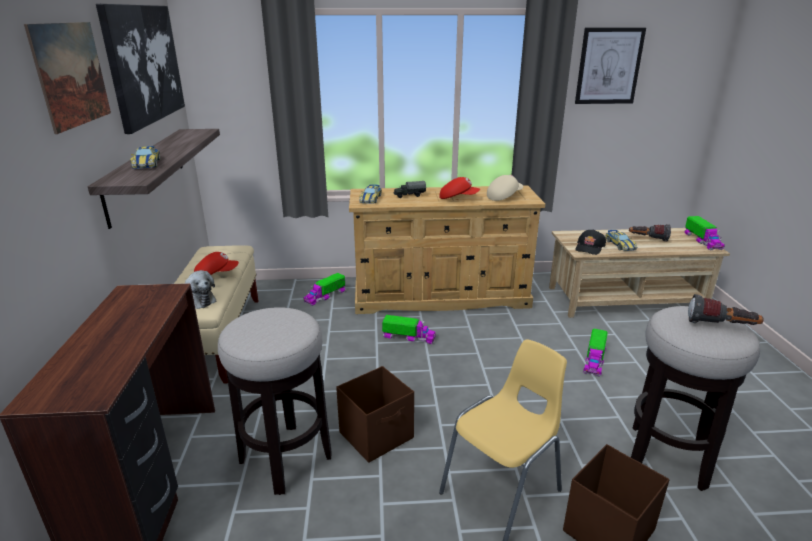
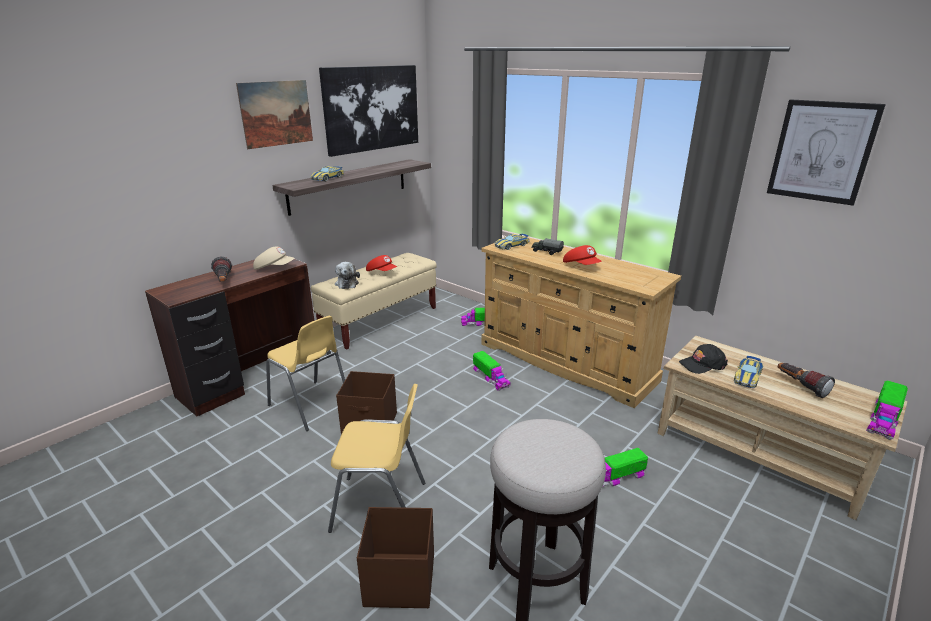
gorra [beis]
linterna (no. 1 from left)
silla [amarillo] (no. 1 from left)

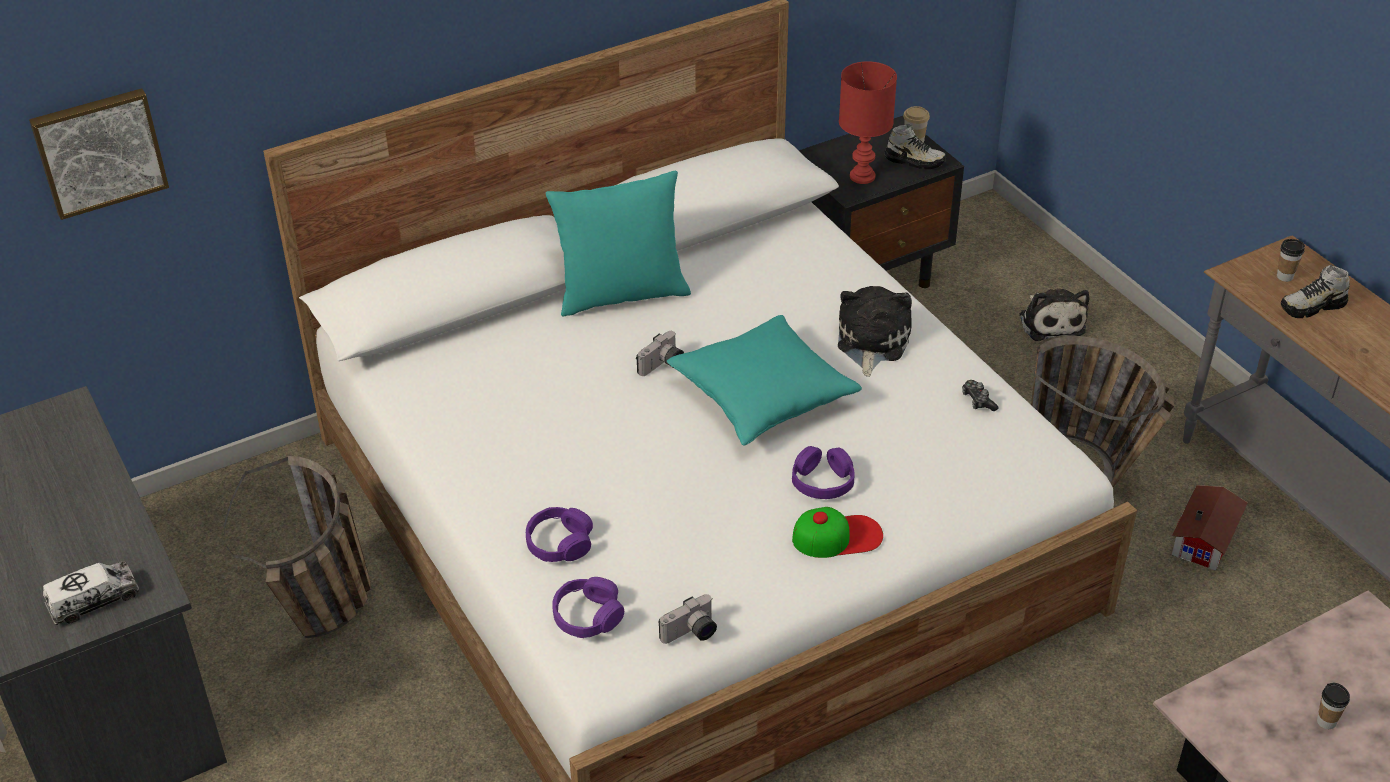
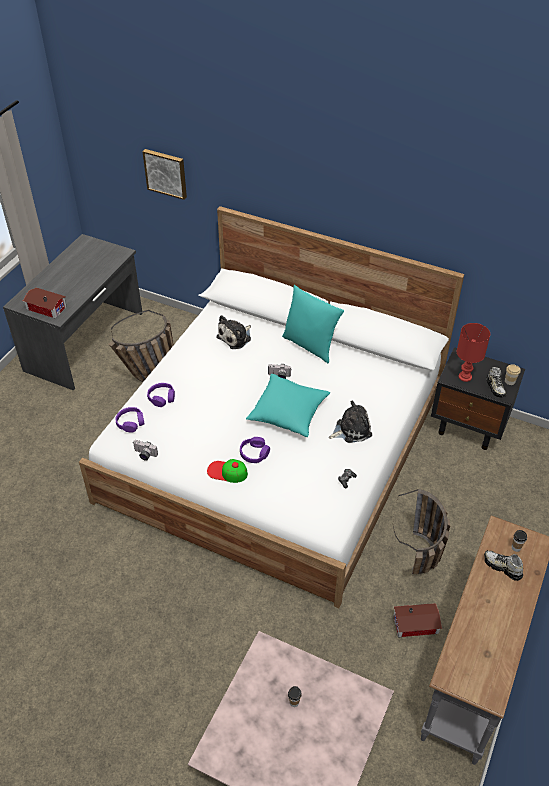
peluche (no. 1 from left)
casita (no. 1 from left)
gorra

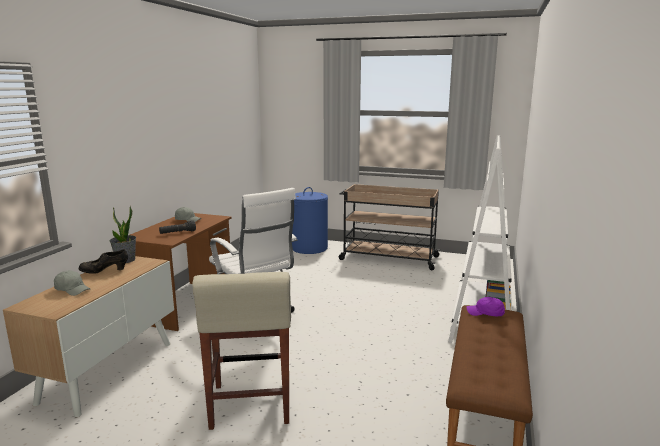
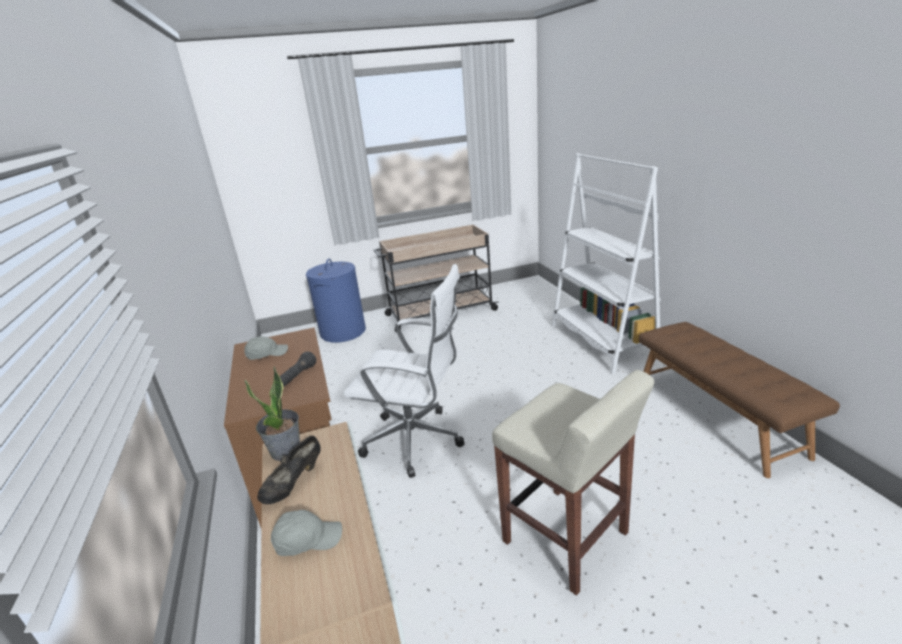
gorra [morado]

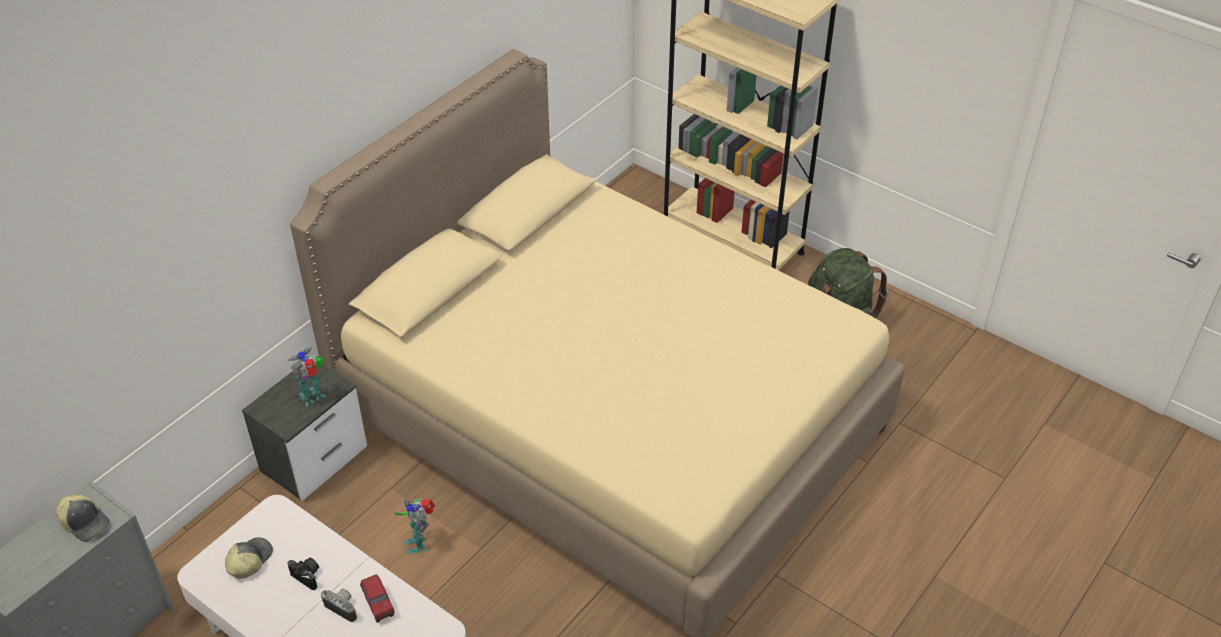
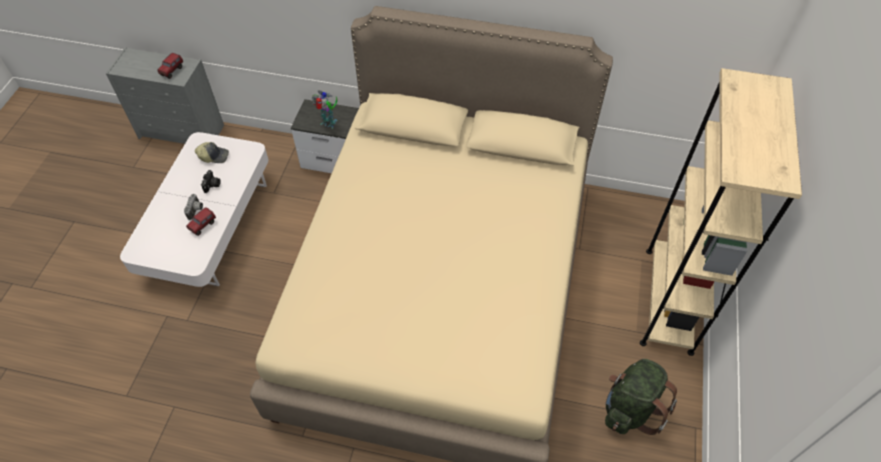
robot de juguete (no. 2 from left in the first image)
camión de juguete (no. 1 from left)

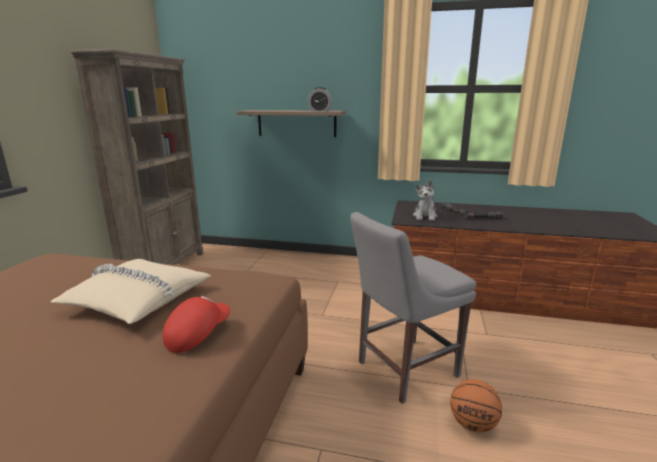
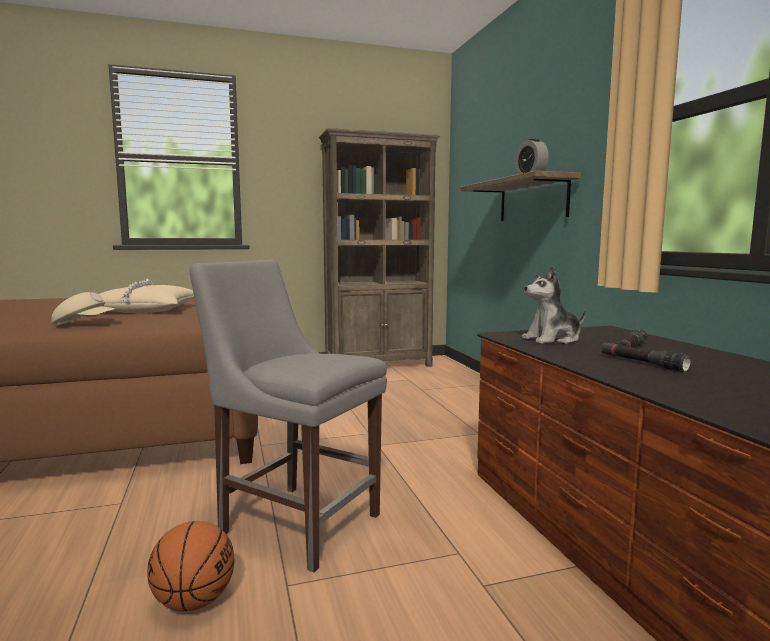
gorra [beis]

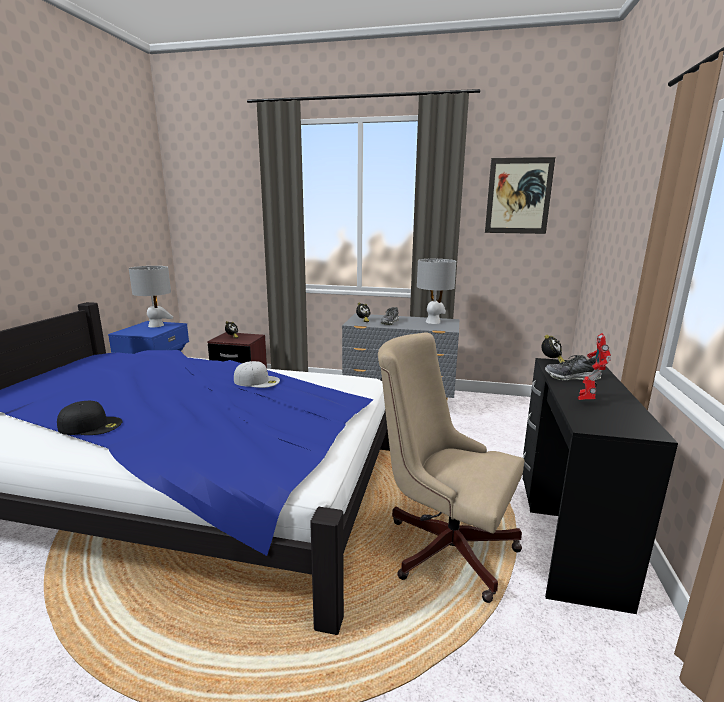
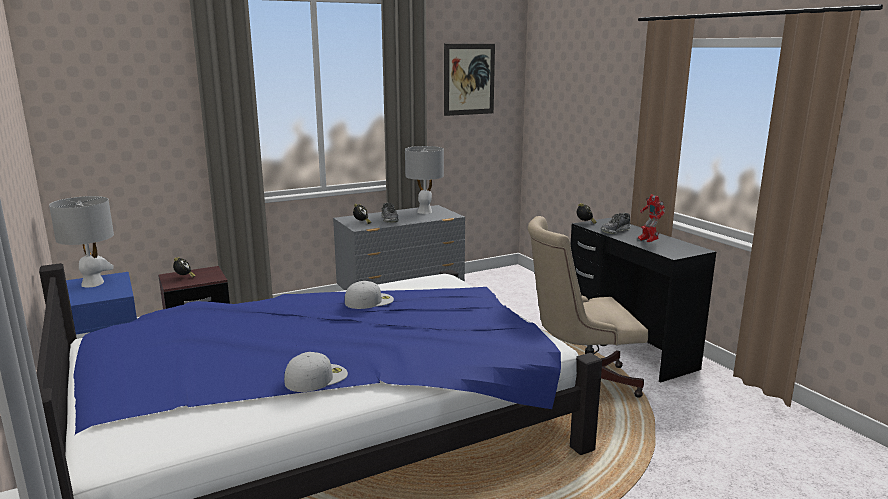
gorra [blanco] (no. 1 from left)

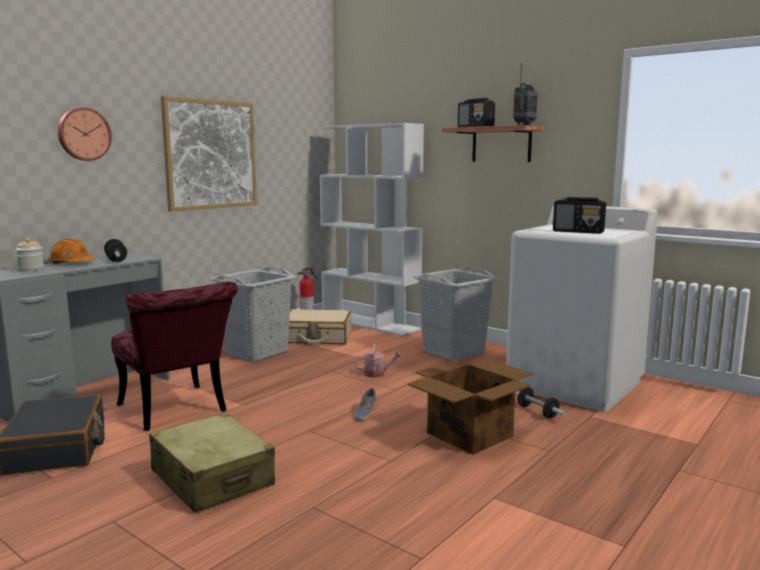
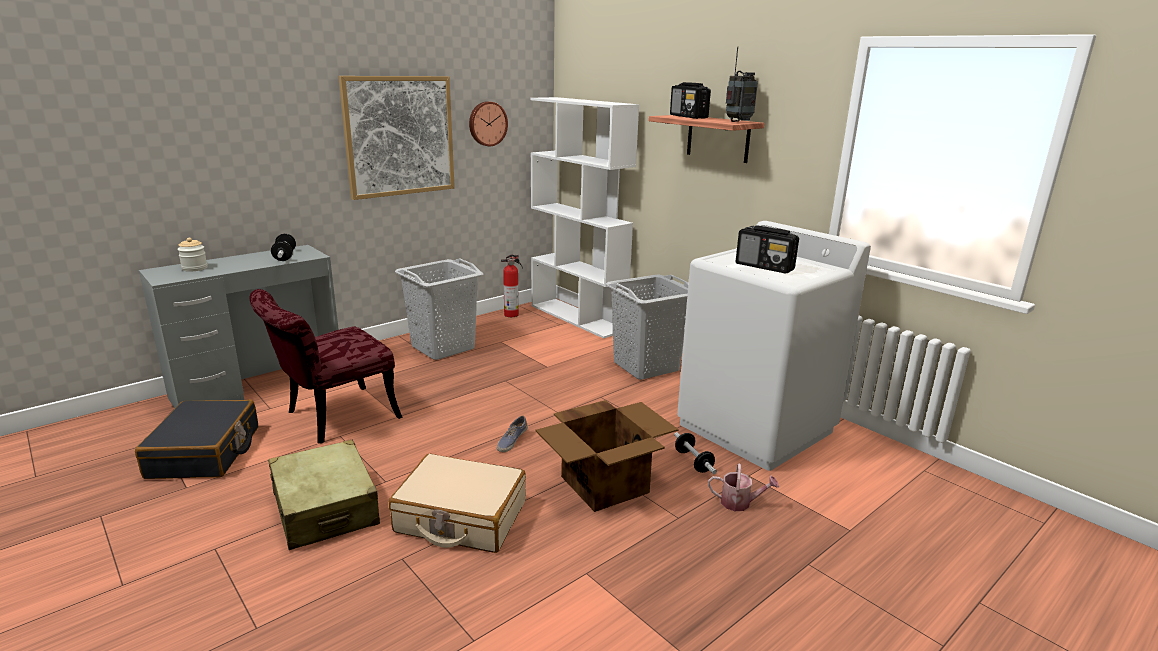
casco [naranja]
reloj de pared
maleta [beis] (no. 2 from left)
regadera
silla [rojo]

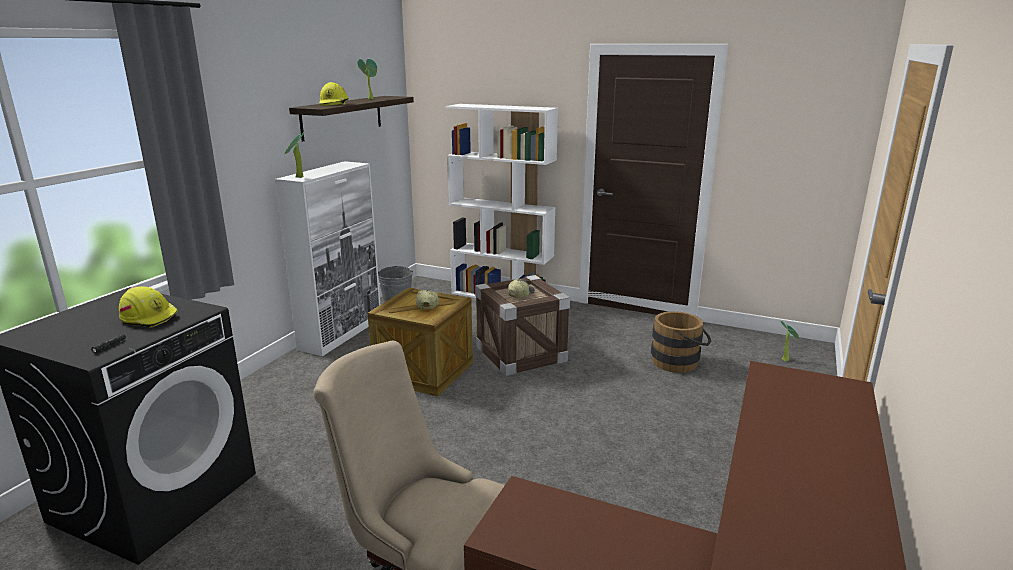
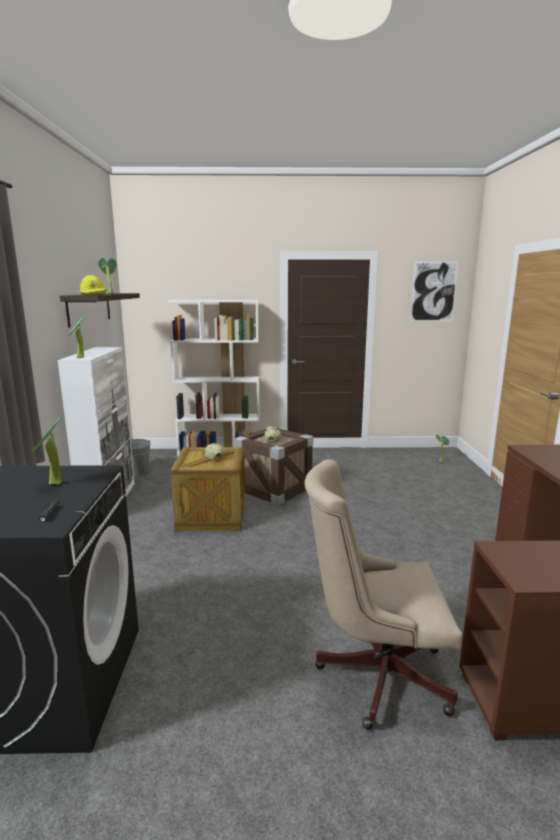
cubo [marrón]
cuadro
planta en maceta (no. 1 from left)

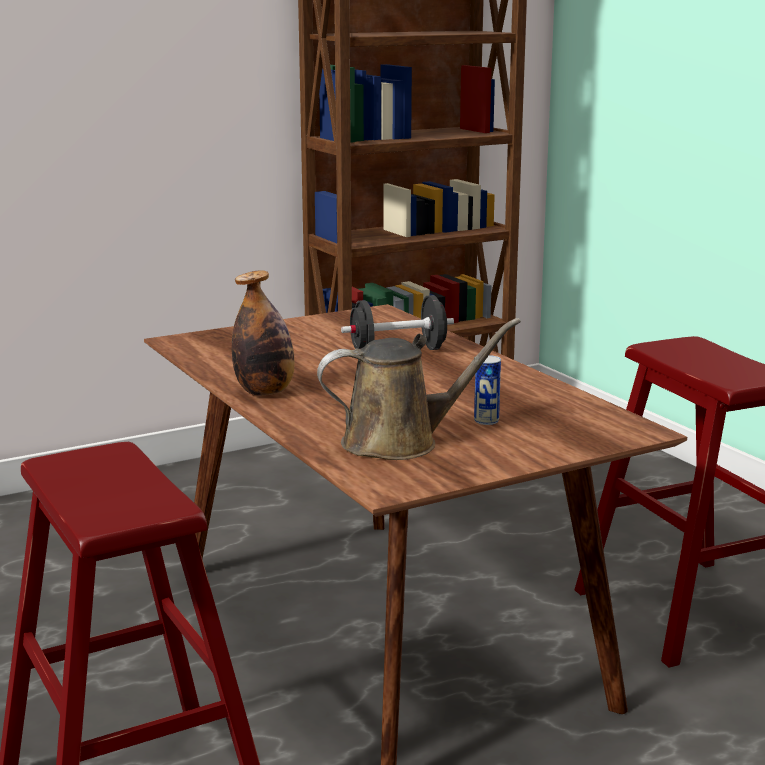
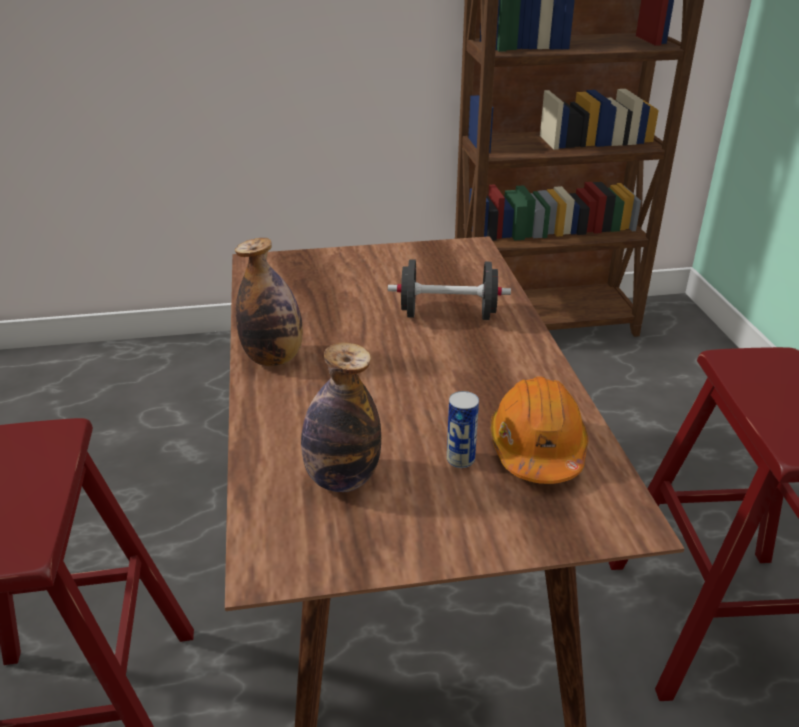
casco [naranja]
botella (no. 2 from left)

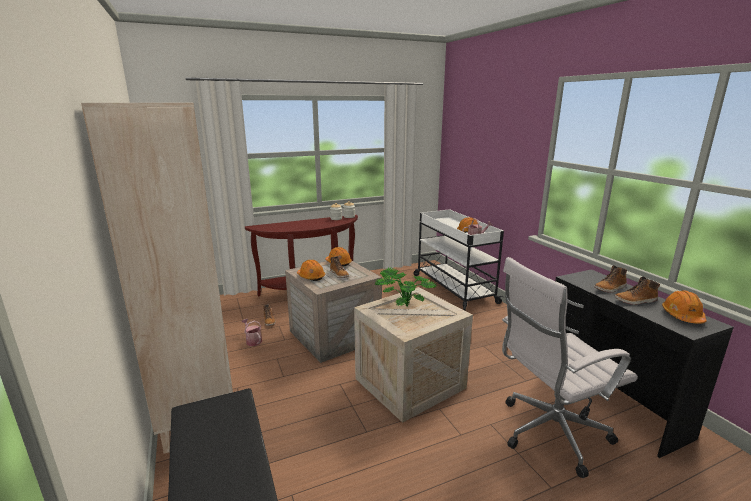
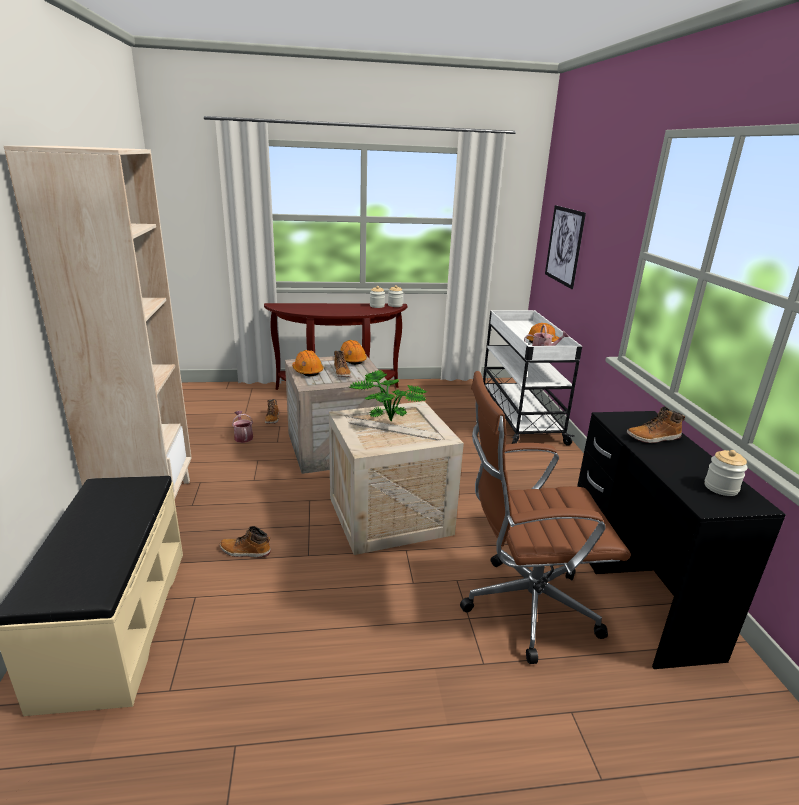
cuadro
bota (no. 1 from left)
tarro (no. 3 from left)
silla de oficina [marrón]

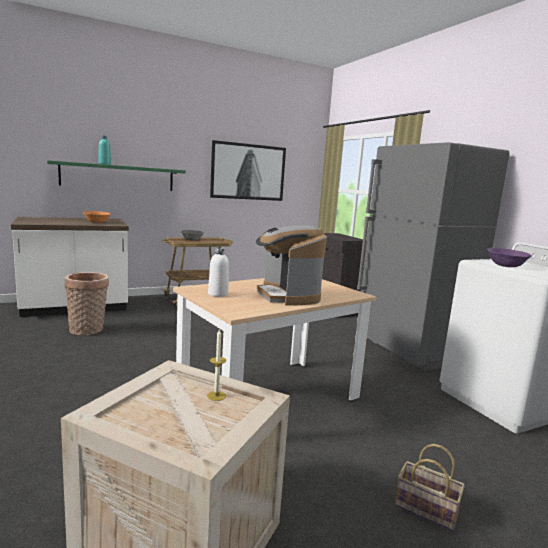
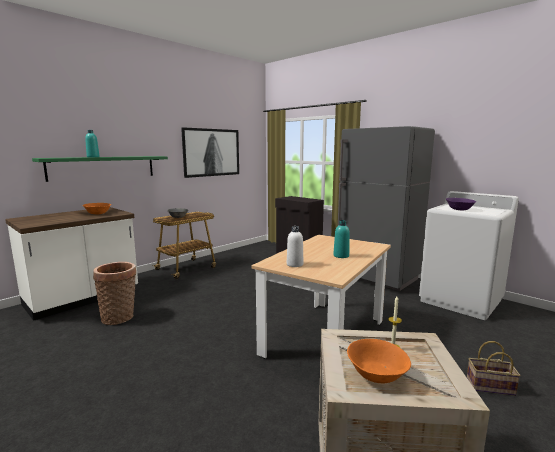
cuenco [naranja] (no. 2 from left)
botella [turquesa] (no. 2 from left)

